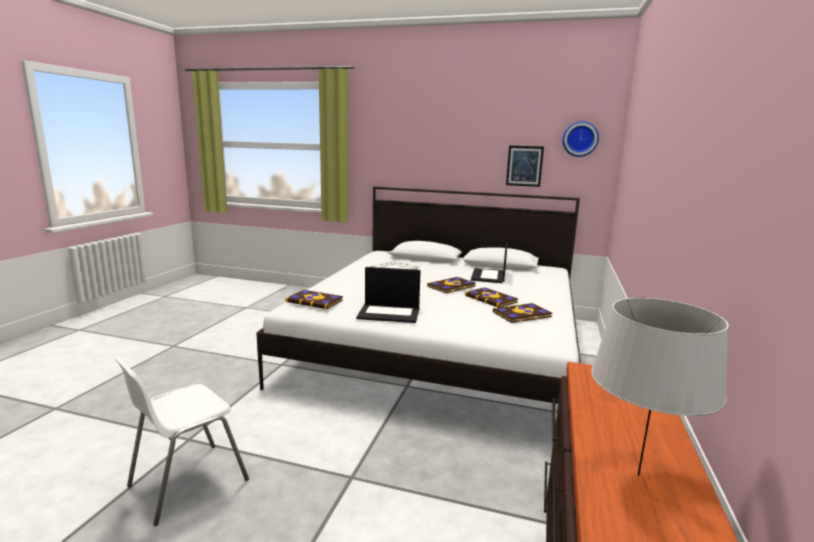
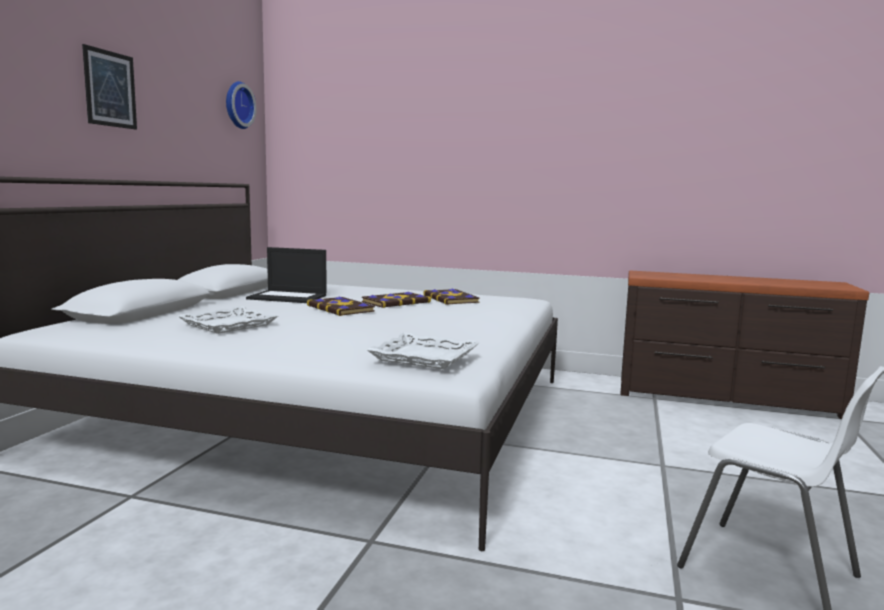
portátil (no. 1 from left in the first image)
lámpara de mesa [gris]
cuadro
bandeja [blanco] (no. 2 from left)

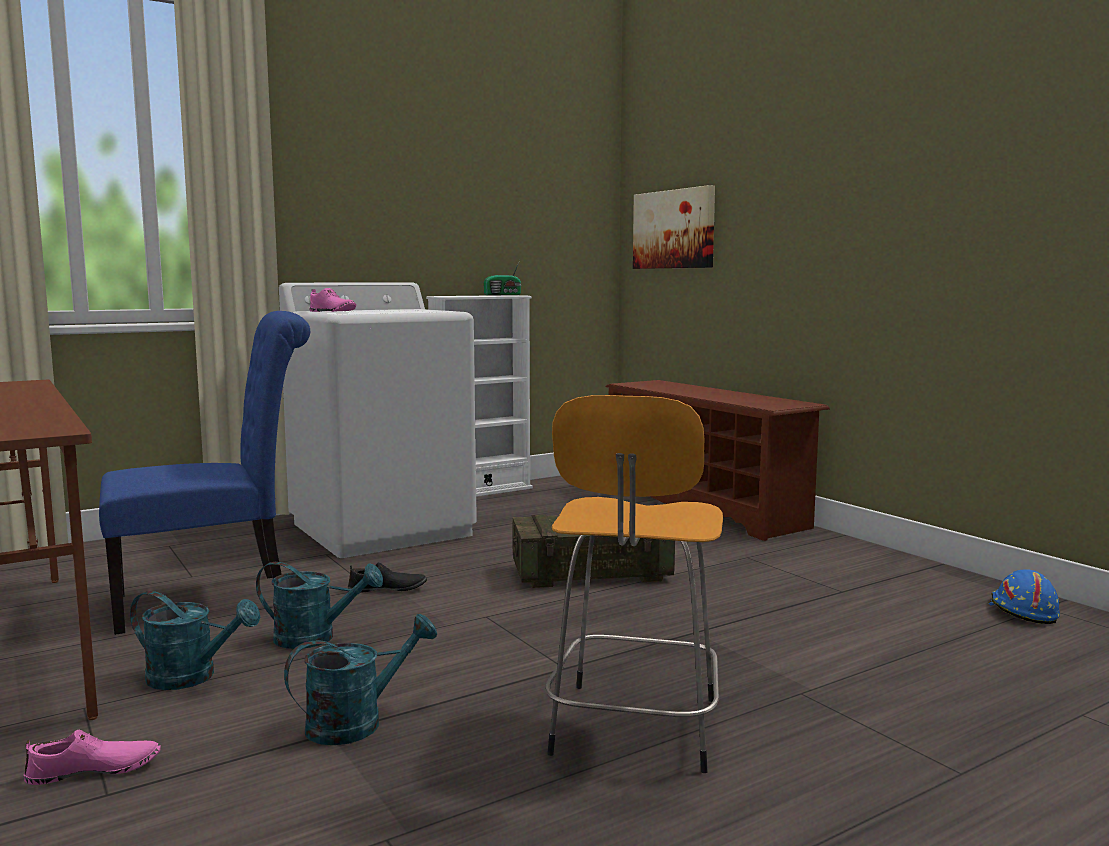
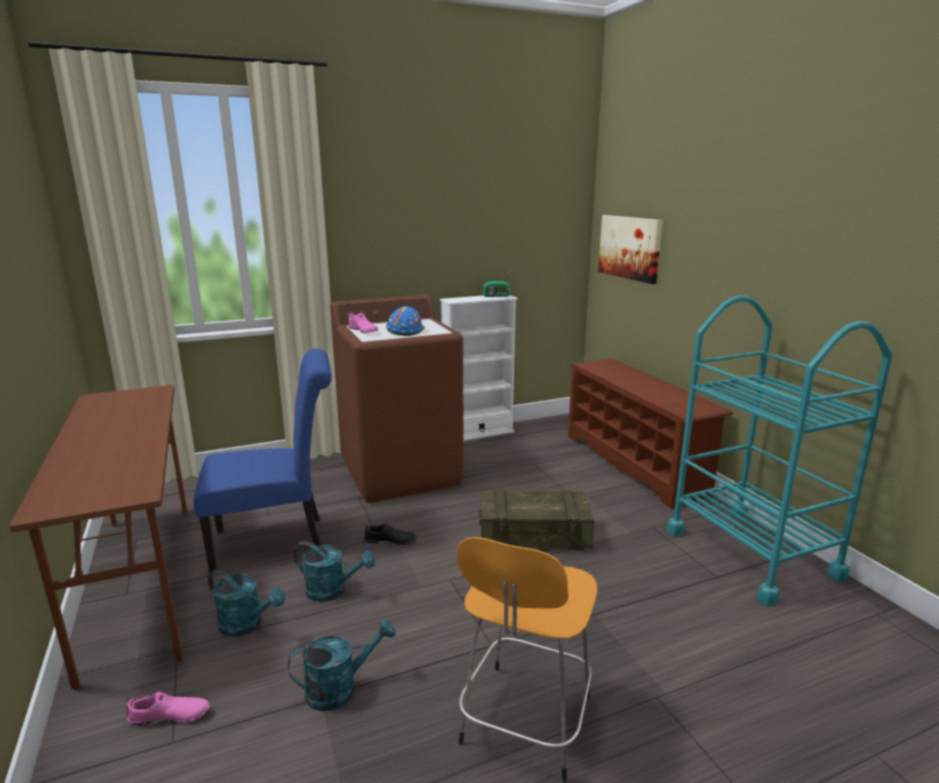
carrito [turquesa]
casco [azul]
lavadora [marrón]

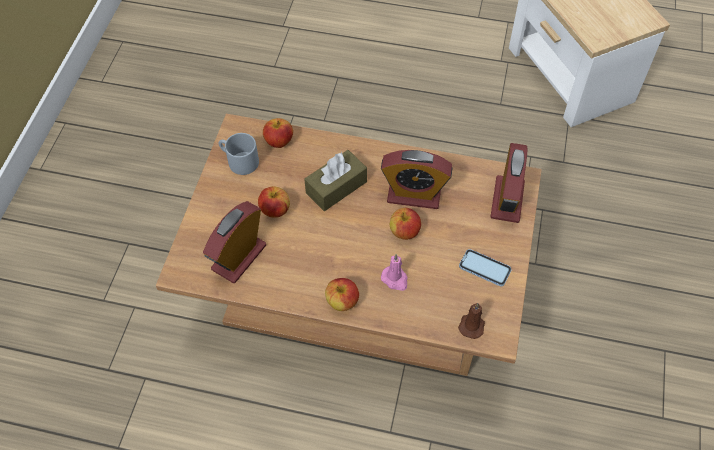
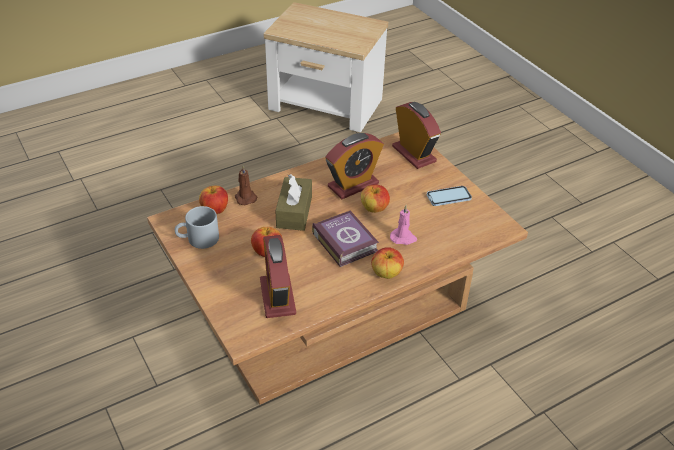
libro
vela [marrón]

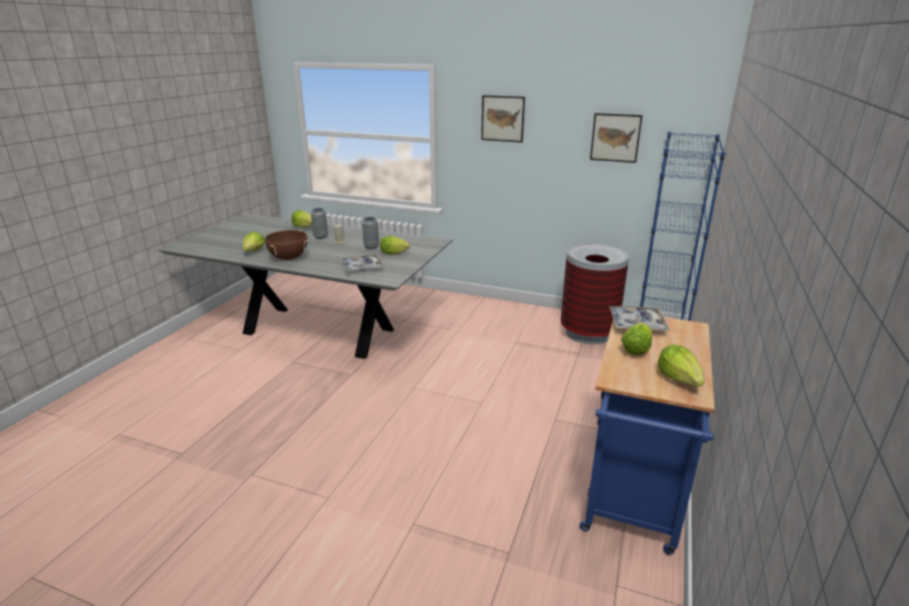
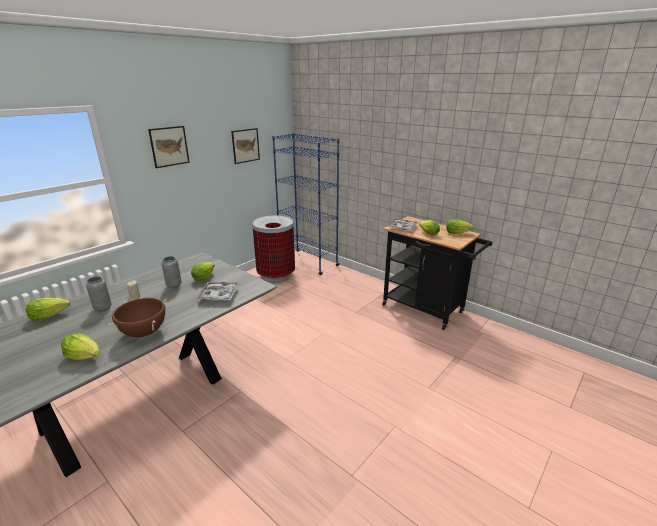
carrito [negro]

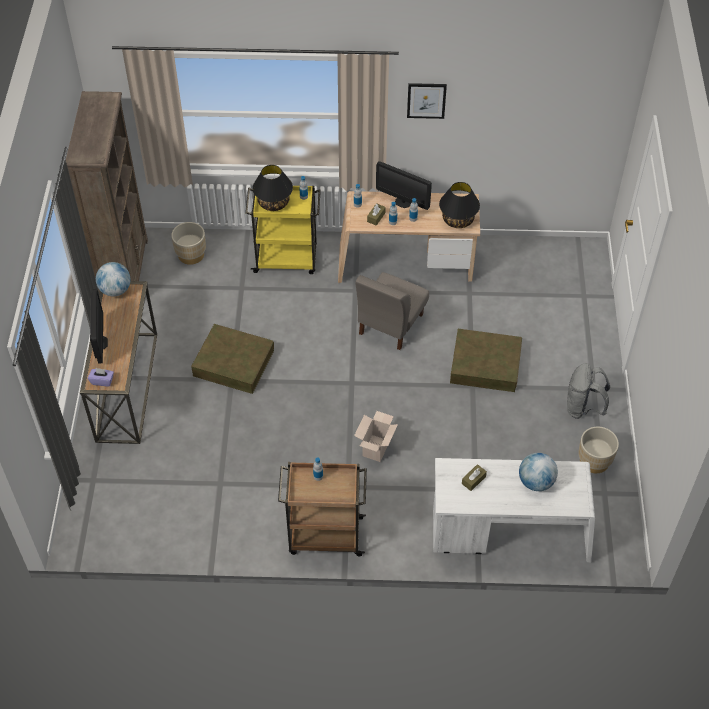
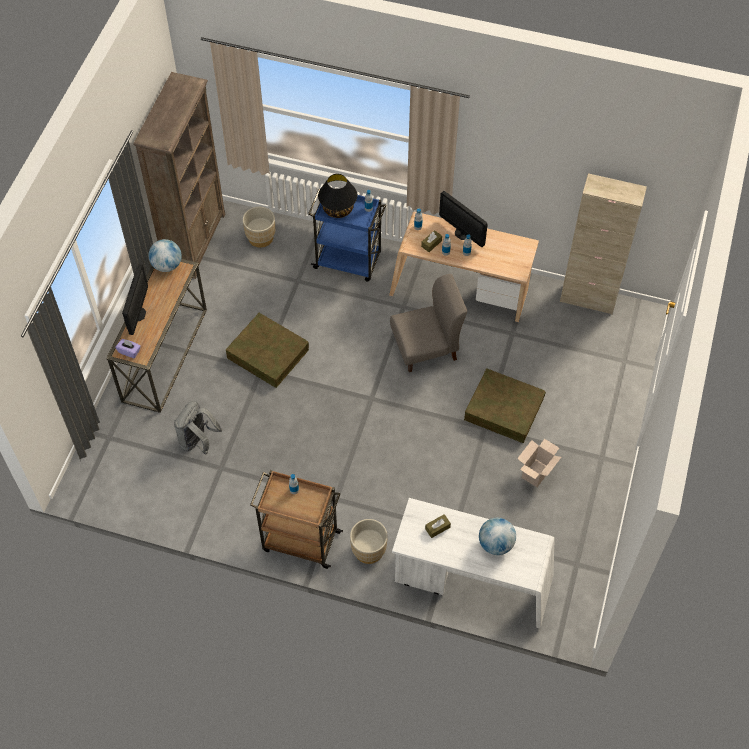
cuadro
lámpara de mesa [negro] (no. 2 from left in the first image)
armario [beis]
caja de cartón
mochila [gris]
maceta [beis] (no. 2 from left)
carrito [azul]
silla [gris]

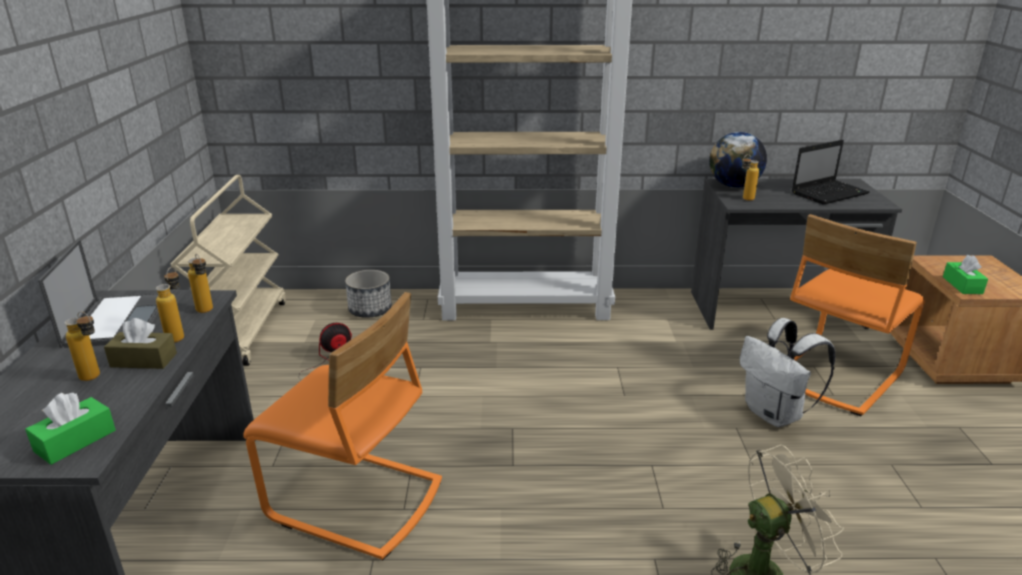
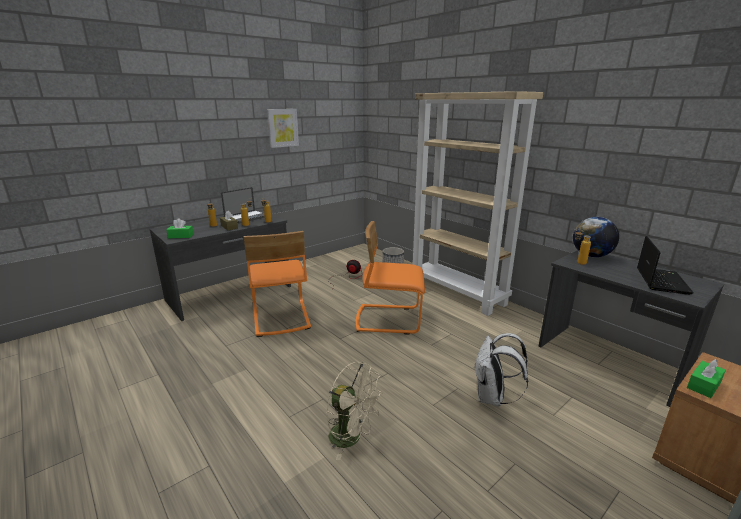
carrito [beis]
cuadro
silla [naranja] (no. 2 from left)
portátil (no. 2 from left)

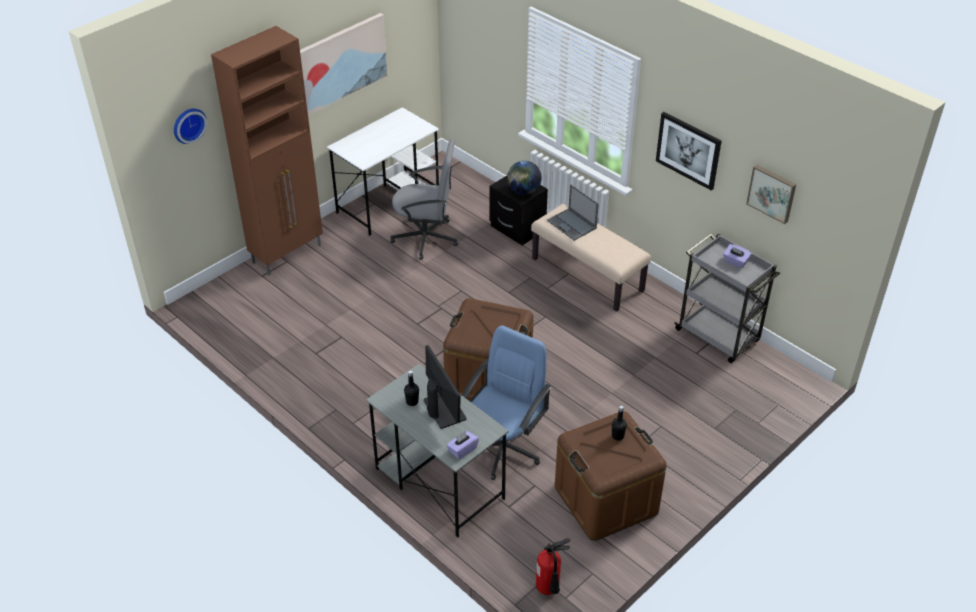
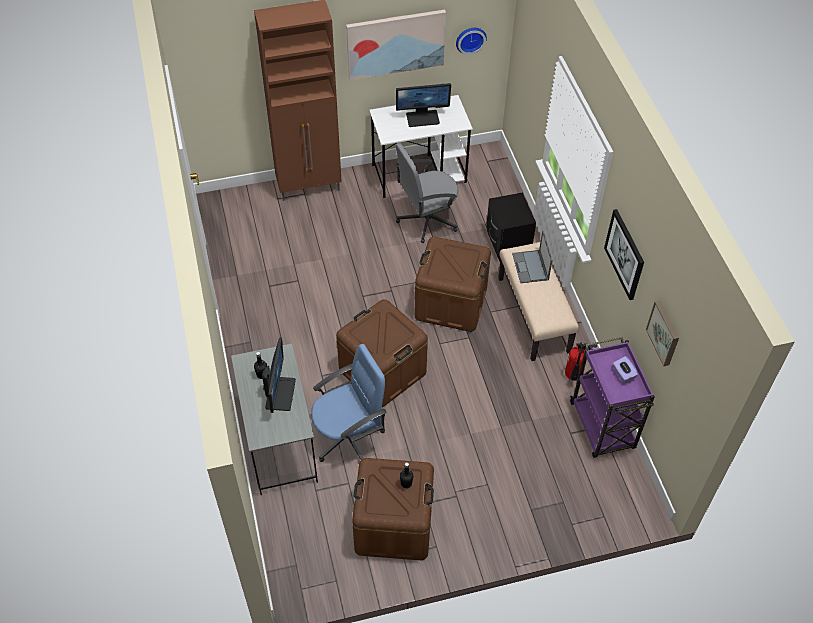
caja de pañuelos [morado] (no. 1 from left in the first image)
globo terráqueo
monitor (no. 2 from left)
caja de almacenaje [marrón] (no. 3 from left)
reloj de pared
extintor
carrito [morado]
silla de oficina [gris]

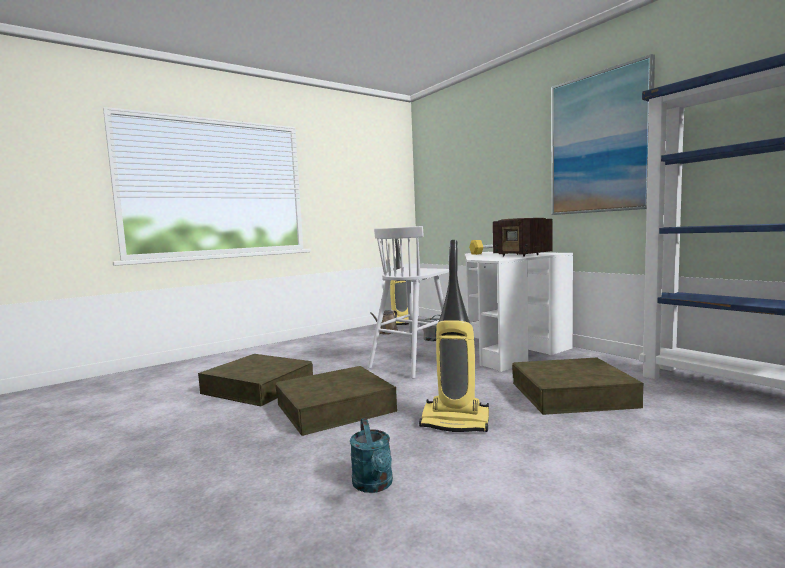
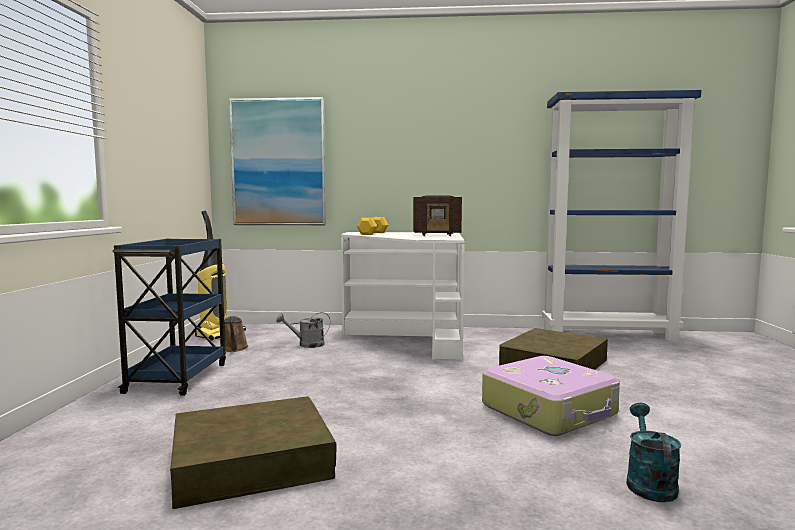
caja de almacenaje [marrón] (no. 2 from left in the first image)
taburete [blanco]
carrito [azul]
cuadro
maleta
regadera [turquesa]

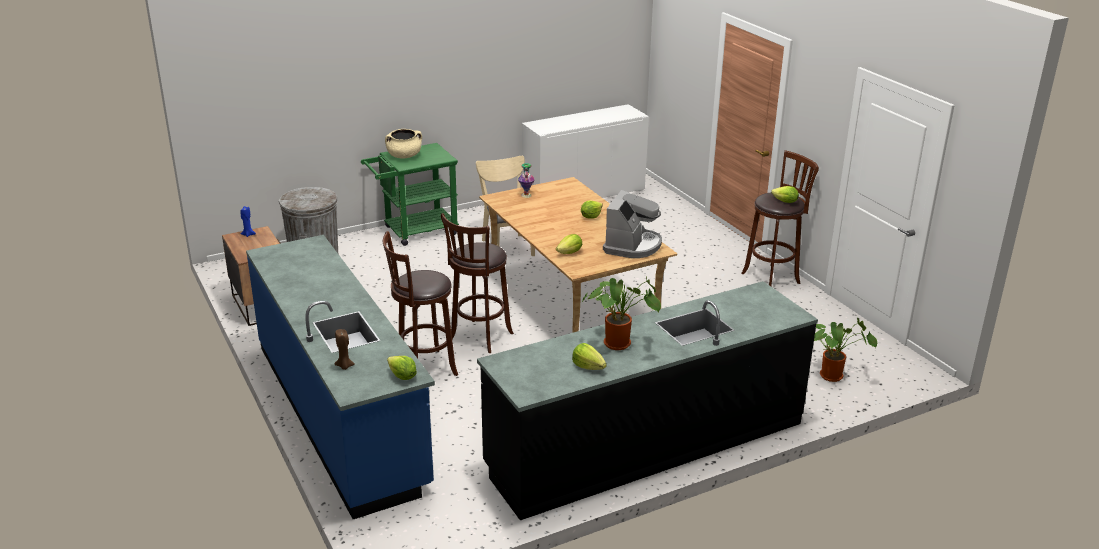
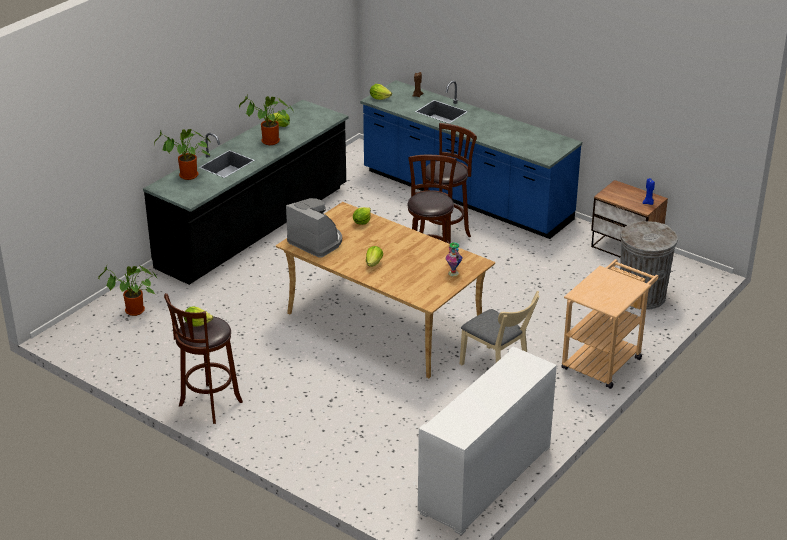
olla [beis]
planta en maceta (no. 2 from left)
carrito [beis]
cafetera

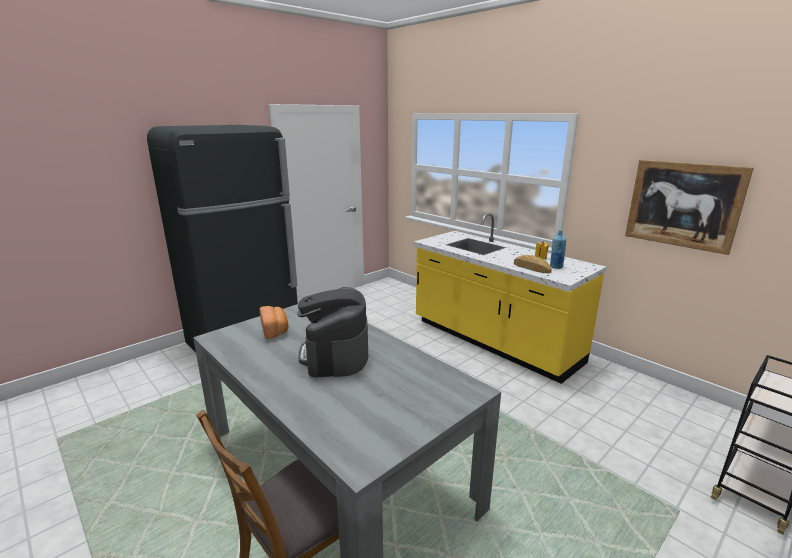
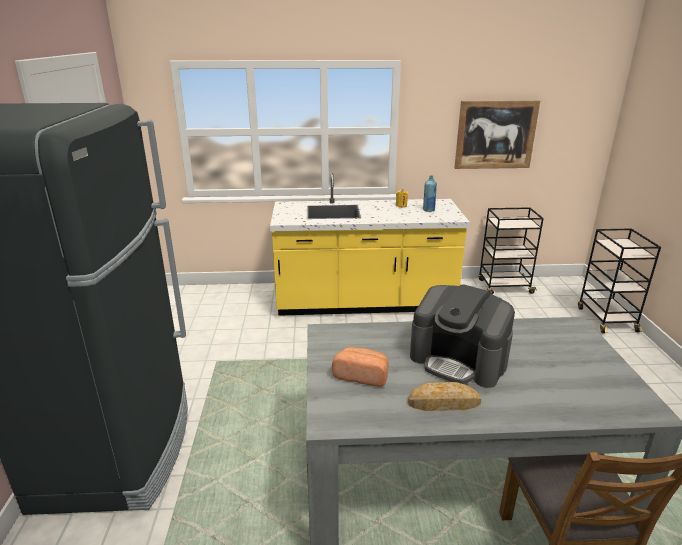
carrito [negro] (no. 1 from left)
pan (no. 2 from left)

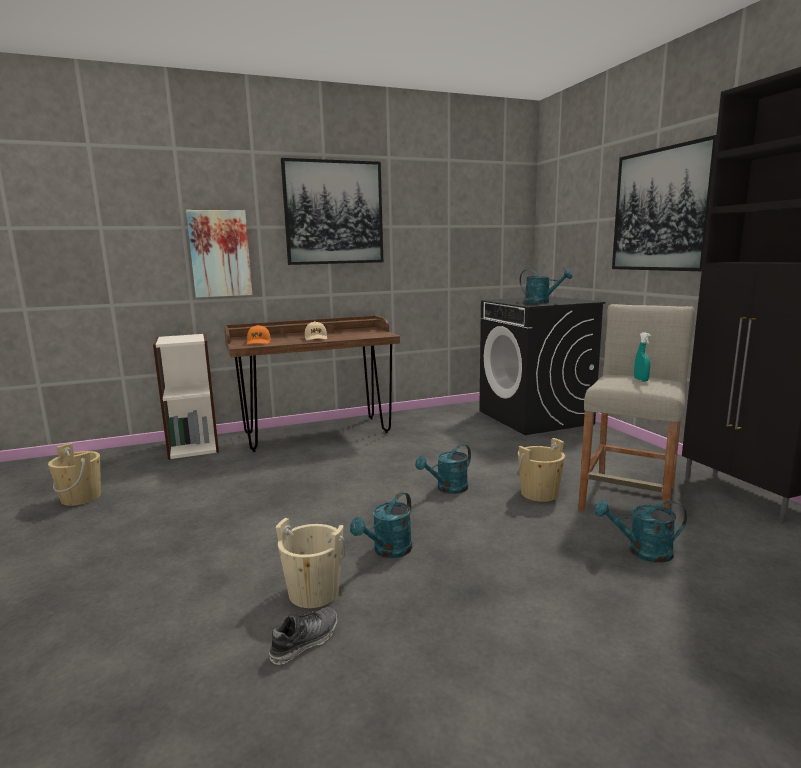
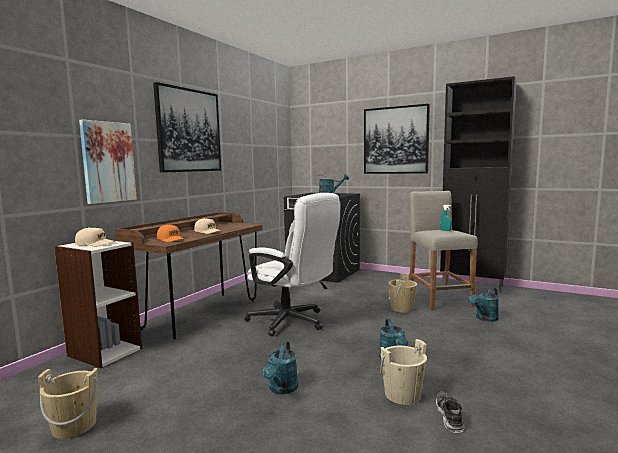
gorra [beis] (no. 1 from left)
silla de oficina [blanco]
regadera [turquesa] (no. 1 from left)

